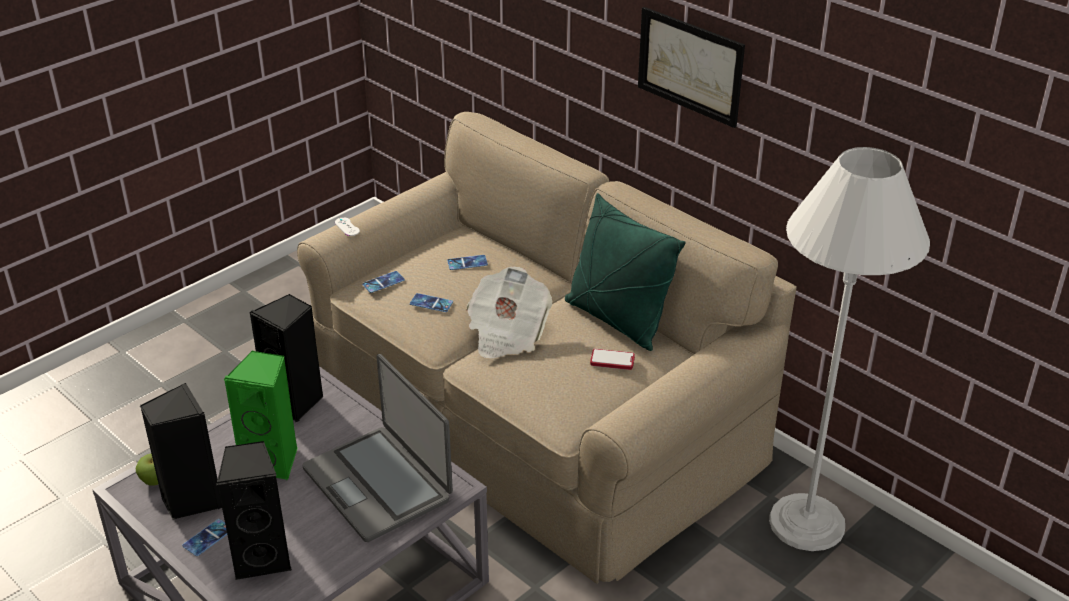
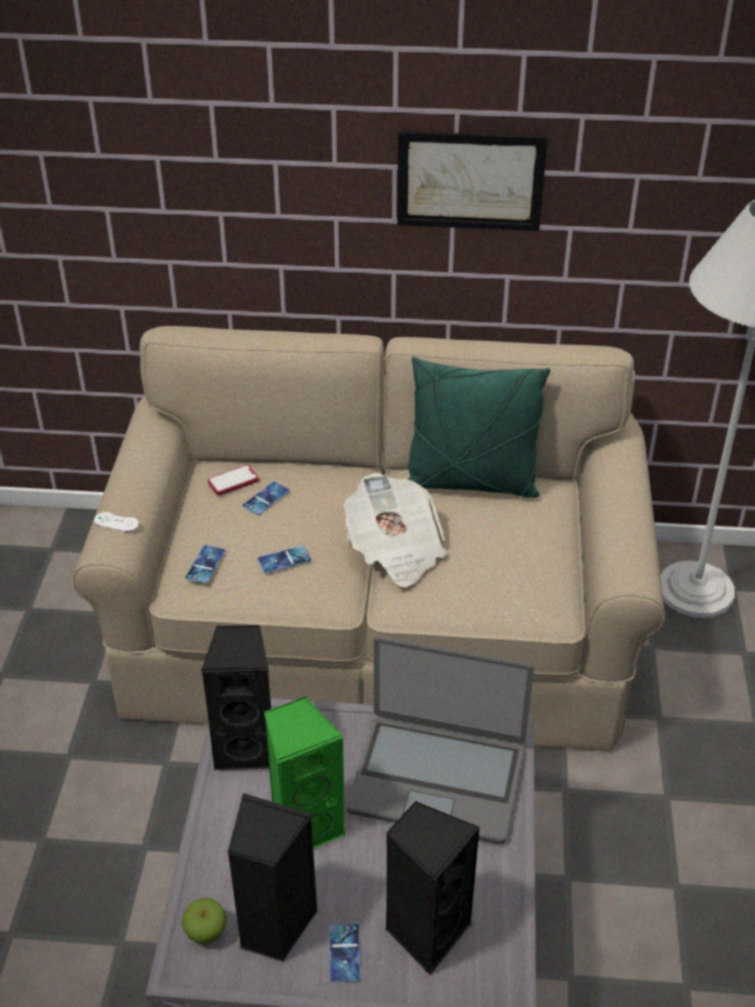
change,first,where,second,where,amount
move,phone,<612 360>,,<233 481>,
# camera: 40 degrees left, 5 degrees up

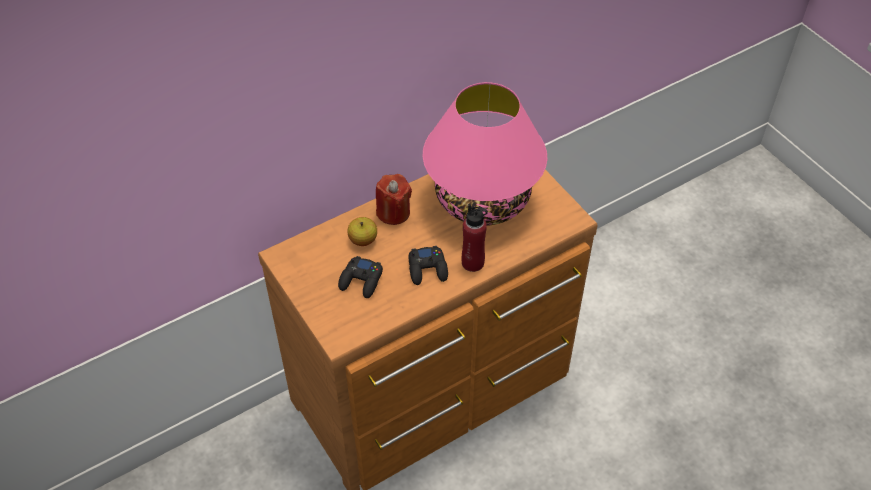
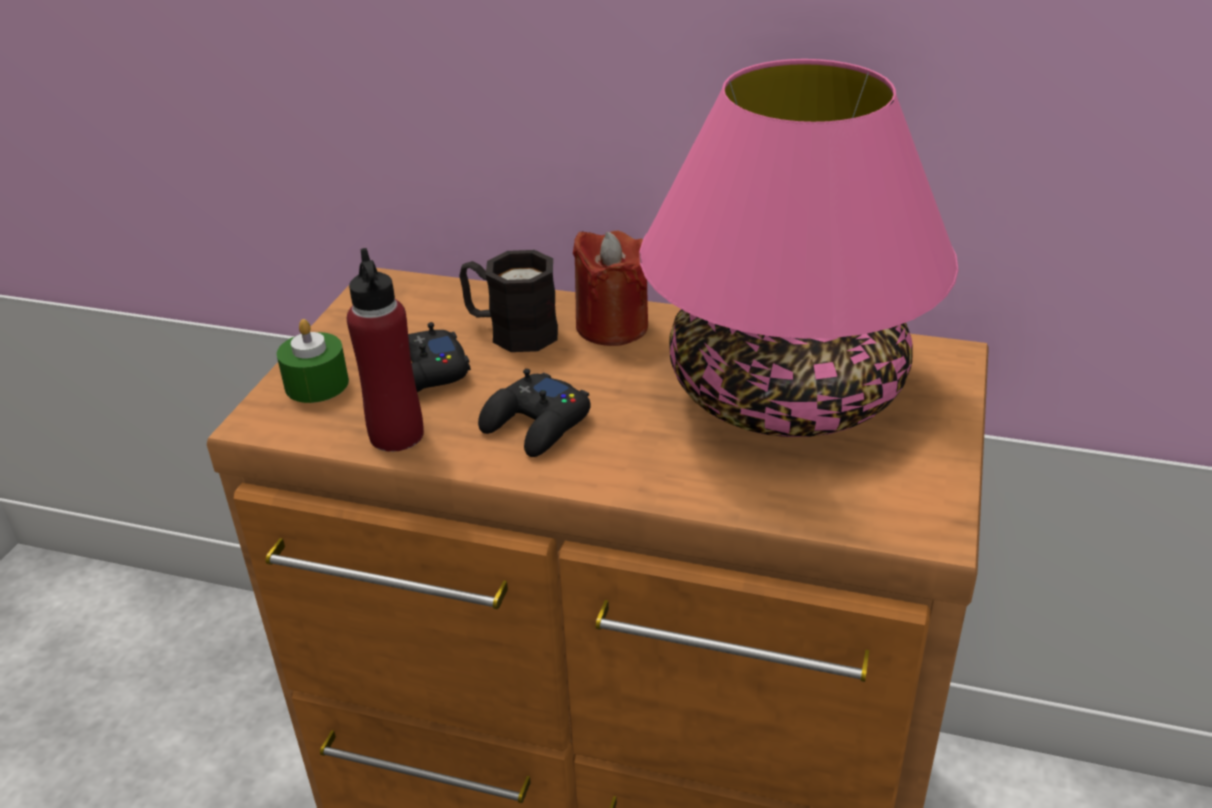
change,first,where,second,where,amount
replace,apple,<363 240>,black_mug,<511 331>,
move,red_bottle,<473 262>,,<396 435>,
insert,,,green_candle,<316 384>,
# camera: 50 degrees right, 15 degrees down

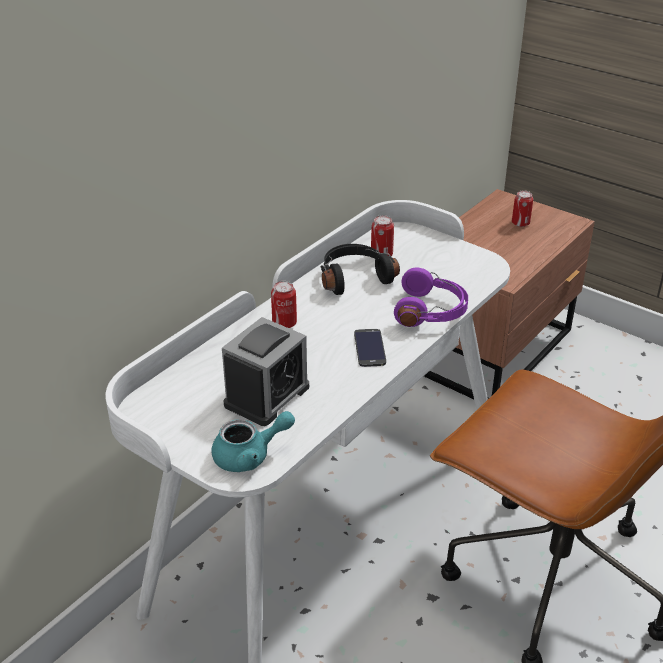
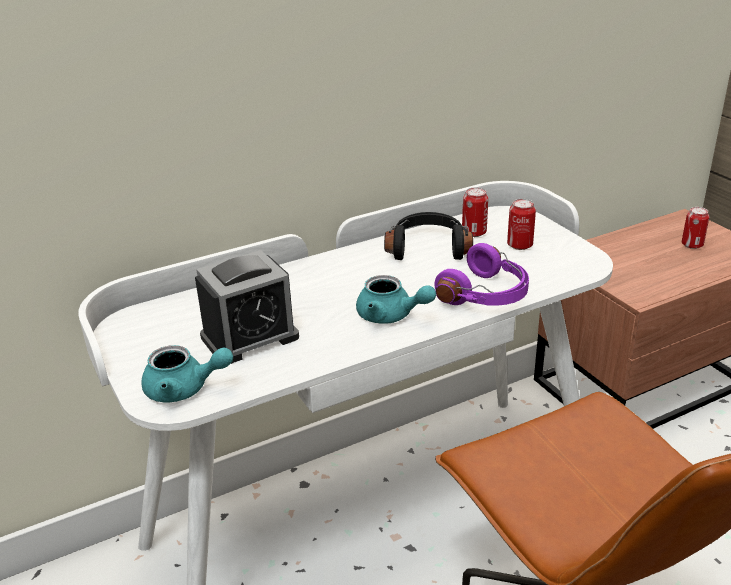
change,first,where,second,where,amount
move,can,<284 323>,,<519 245>,
replace,phone,<369 348>,turquoise_teapot,<391 316>,
# camera: 25 degrees right, 5 degrees down

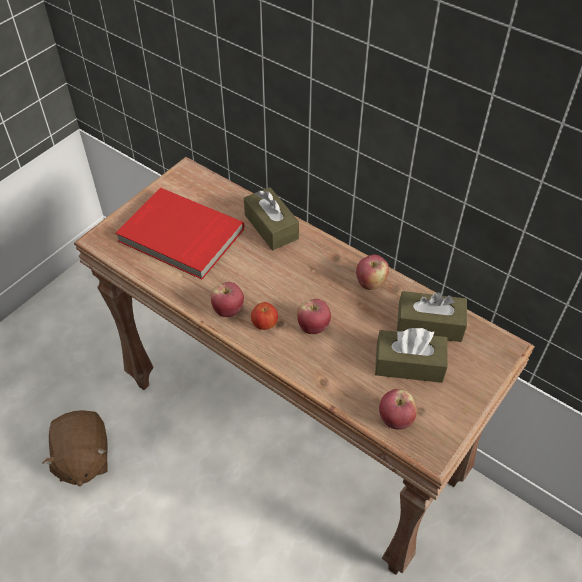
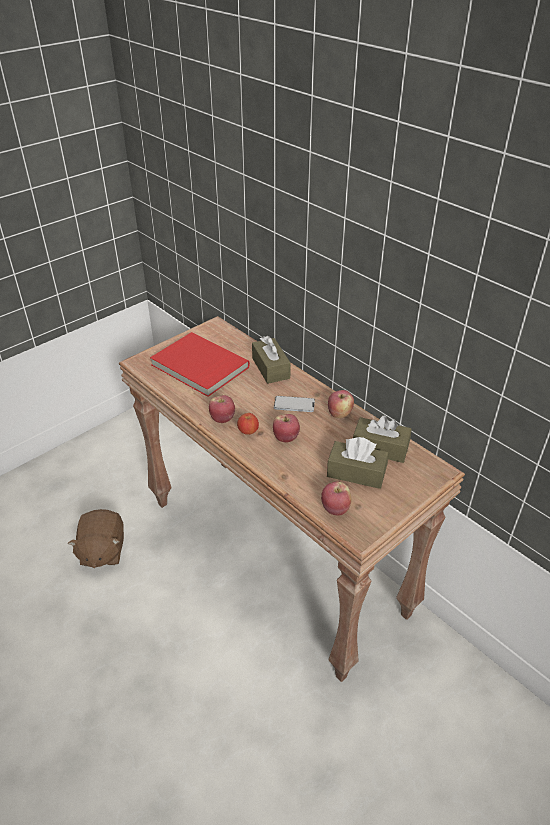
change,first,where,second,where,amount
insert,,,phone,<294 405>,
# camera: 10 degrees right, 10 degrees down

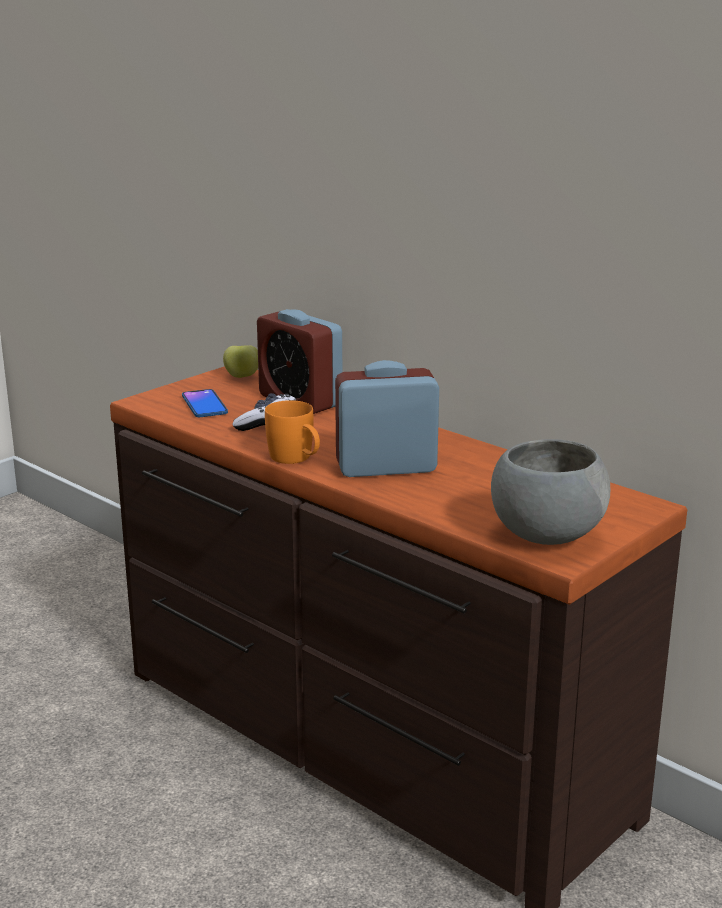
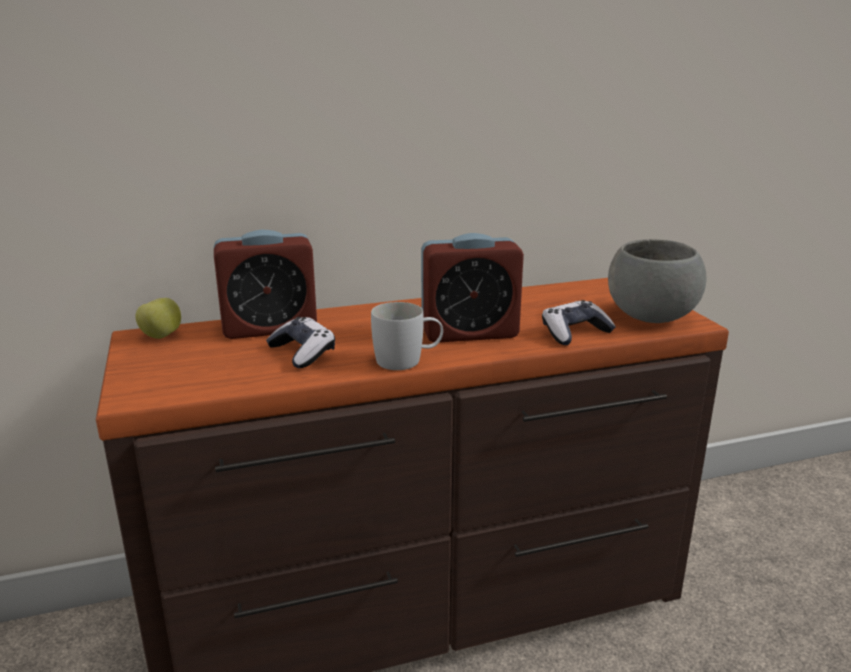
change,first,where,second,where,amount
delete,phone,<204 405>,,,
recolor,orange_mug,<296 459>,white_mug,<408 360>,
rotate,alarm_clock,<386 467>,,<469 333>,120 degrees counterclockwise
insert,,,game_controller,<575 333>,
# camera: 60 degrees left, 0 degrees up

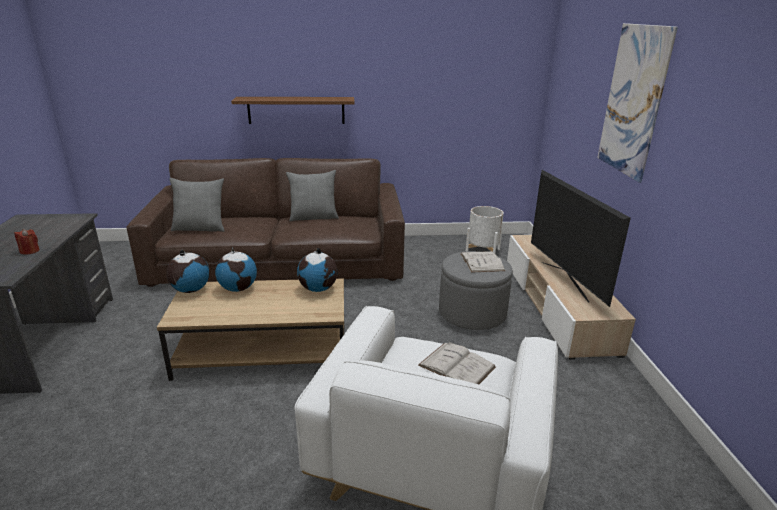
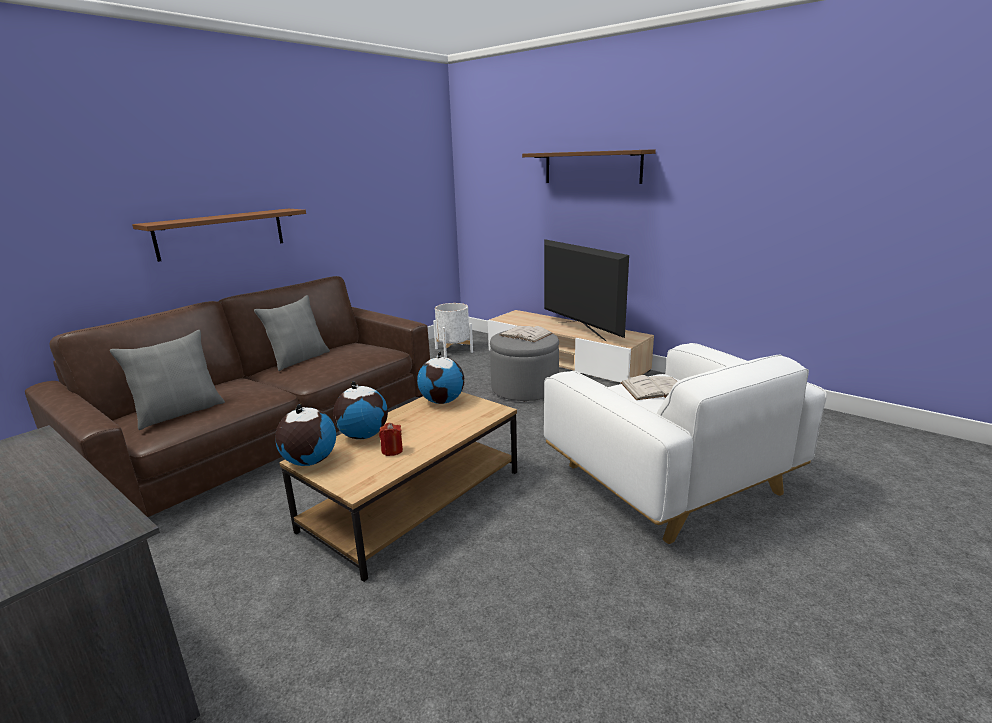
change,first,where,second,where,amount
move,red_candle,<30 251>,,<392 451>,
rotate,television,<565 281>,,<579 331>,150 degrees counterclockwise
replace,picture,<633 101>,brown_shelf,<592 167>,
# camera: 45 degrees left, 5 degrees down

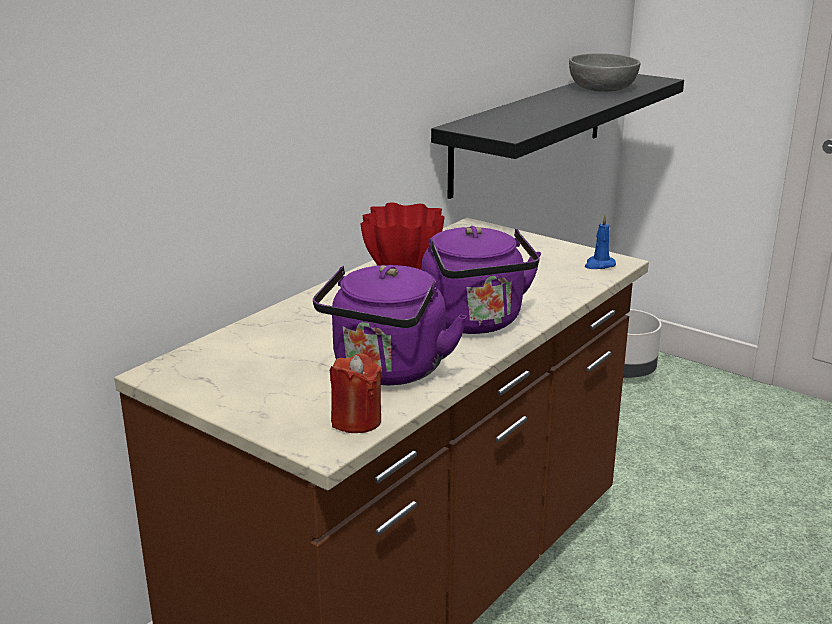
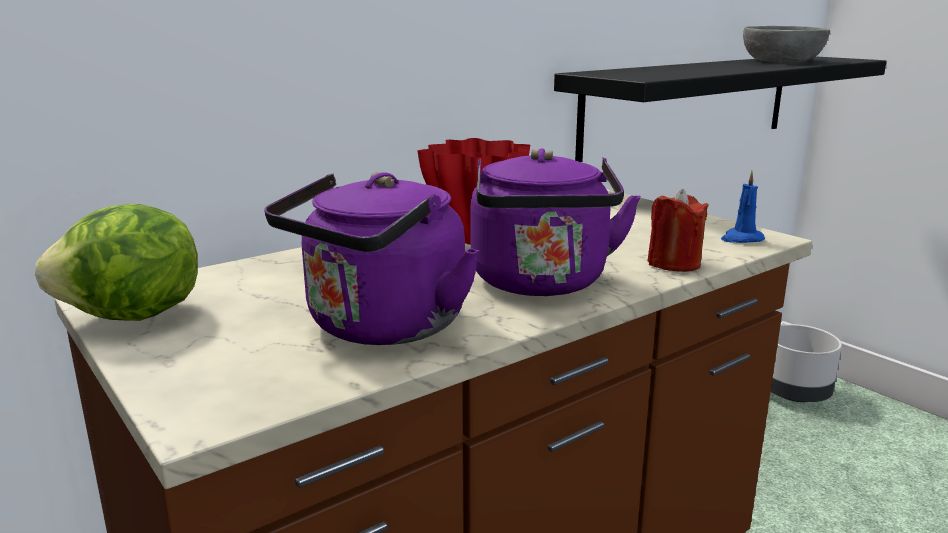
change,first,where,second,where,amount
move,red_candle,<356 421>,,<673 263>,
insert,,,lettuce,<134 317>,
# camera: 15 degrees right, 5 degrees down

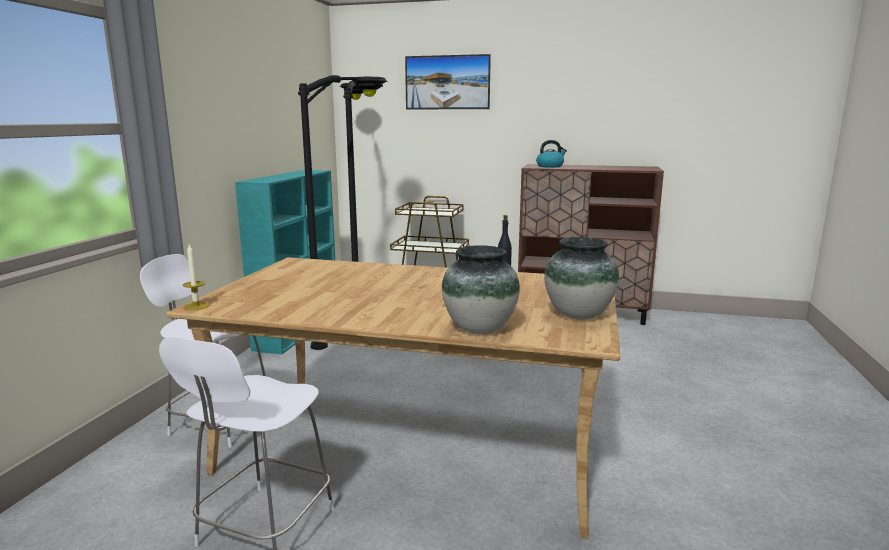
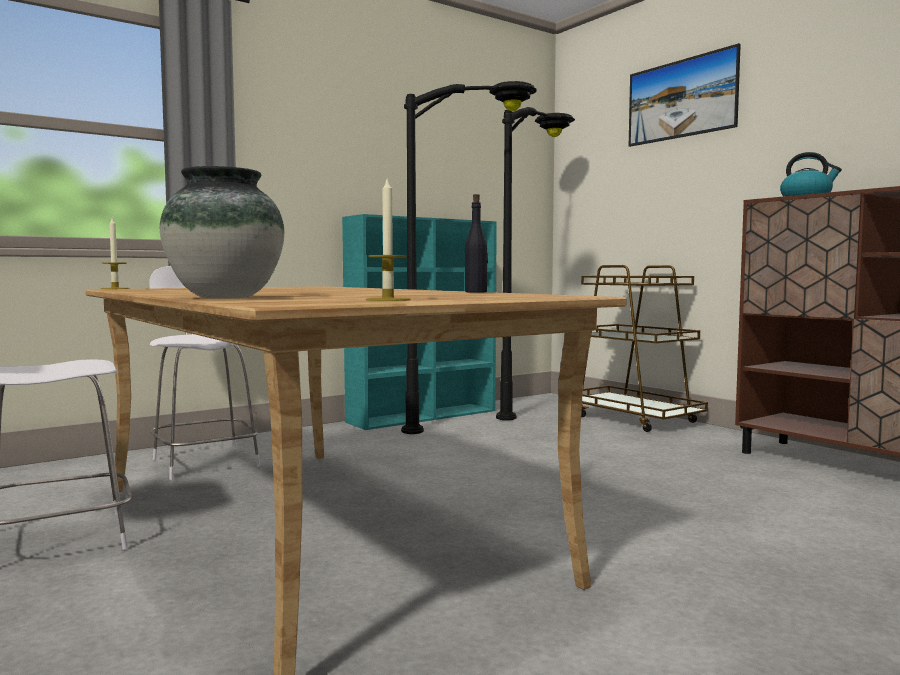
change,first,where,second,where,amount
replace,vase,<578 315>,candle,<388 300>,
# camera: 40 degrees right, 10 degrees down

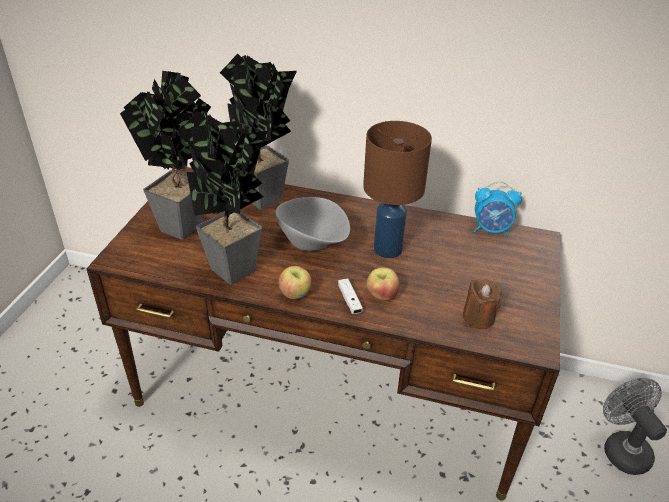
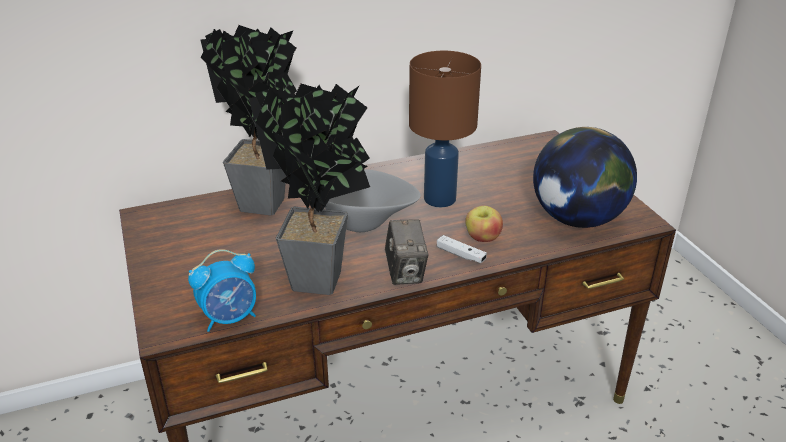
change,first,where,second,where,amount
delete,potted_plant,<188 225>,,,
replace,apple,<295 294>,photo_camera,<405 273>,
replace,brown_candle,<478 318>,globe,<577 219>,
move,alarm_clock,<491 230>,,<230 318>,
delete,grey_fan,<622 448>,,,
# camera: 35 degrees left, 5 degrees down

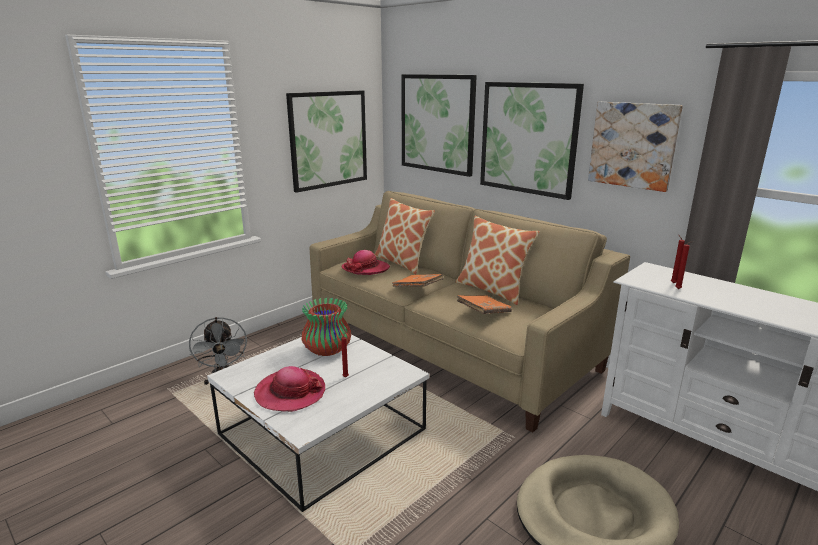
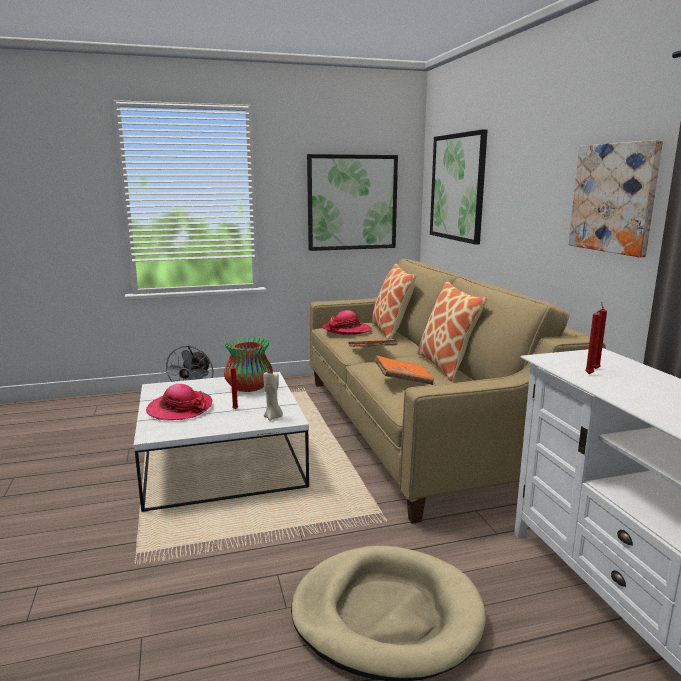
change,first,where,second,where,amount
delete,picture,<528 138>,,,
insert,,,beige_candle,<273 417>,
# camera: 30 degrees right, 5 degrees down

